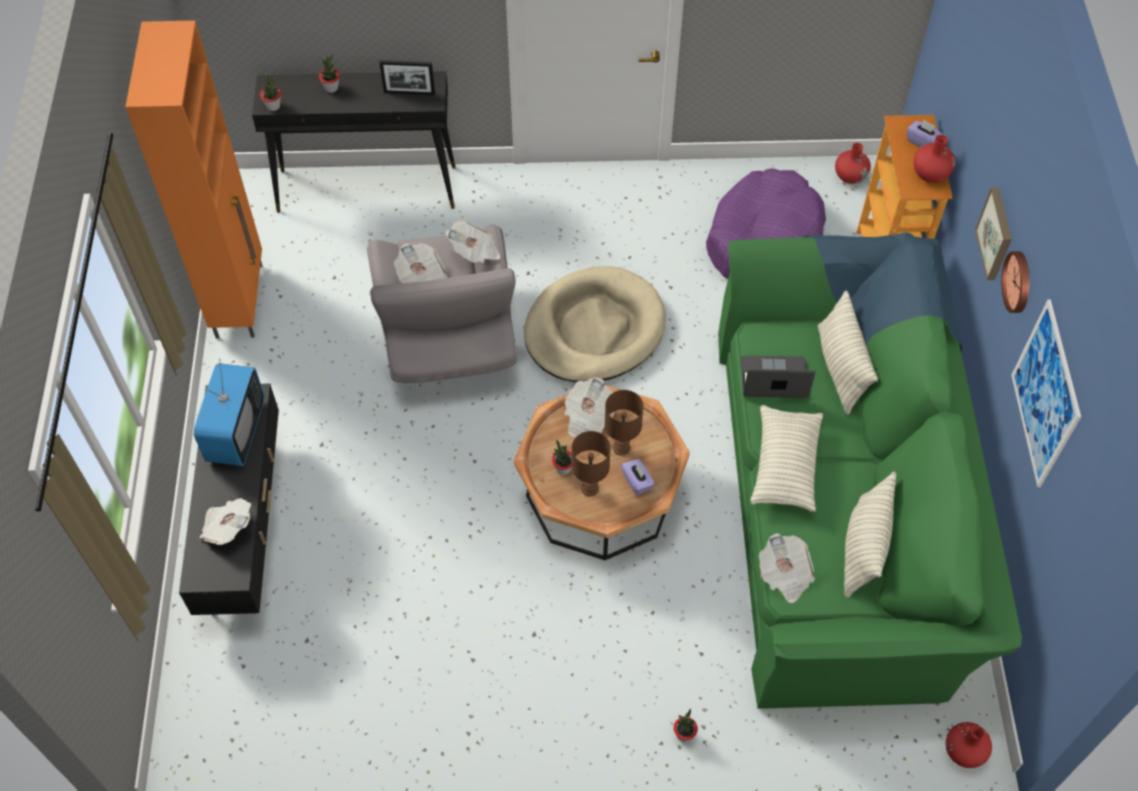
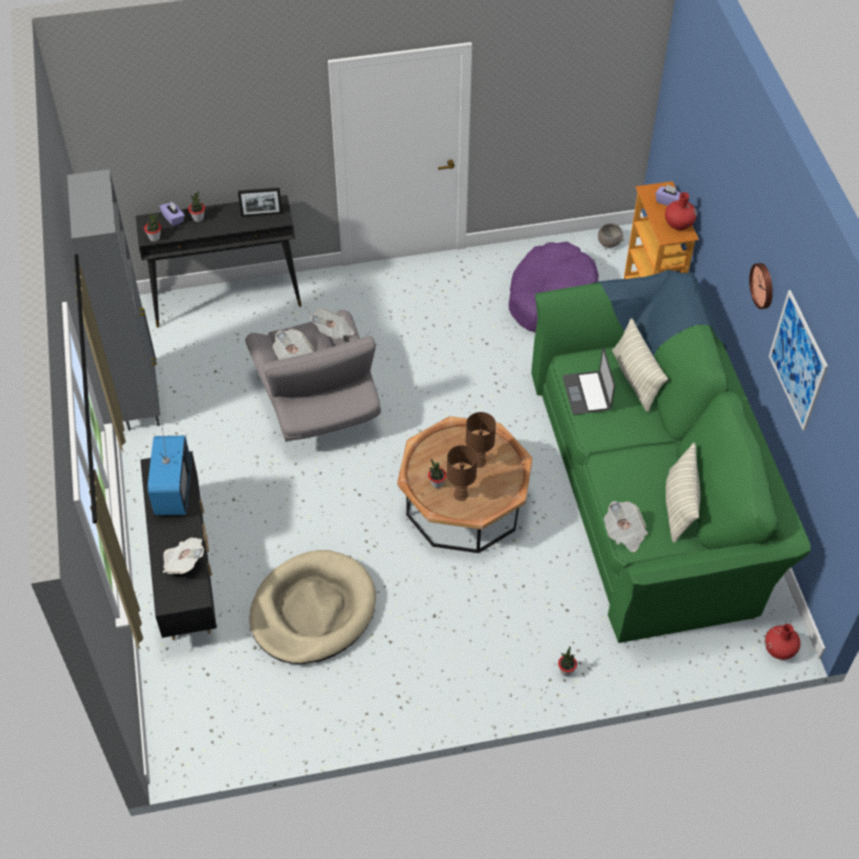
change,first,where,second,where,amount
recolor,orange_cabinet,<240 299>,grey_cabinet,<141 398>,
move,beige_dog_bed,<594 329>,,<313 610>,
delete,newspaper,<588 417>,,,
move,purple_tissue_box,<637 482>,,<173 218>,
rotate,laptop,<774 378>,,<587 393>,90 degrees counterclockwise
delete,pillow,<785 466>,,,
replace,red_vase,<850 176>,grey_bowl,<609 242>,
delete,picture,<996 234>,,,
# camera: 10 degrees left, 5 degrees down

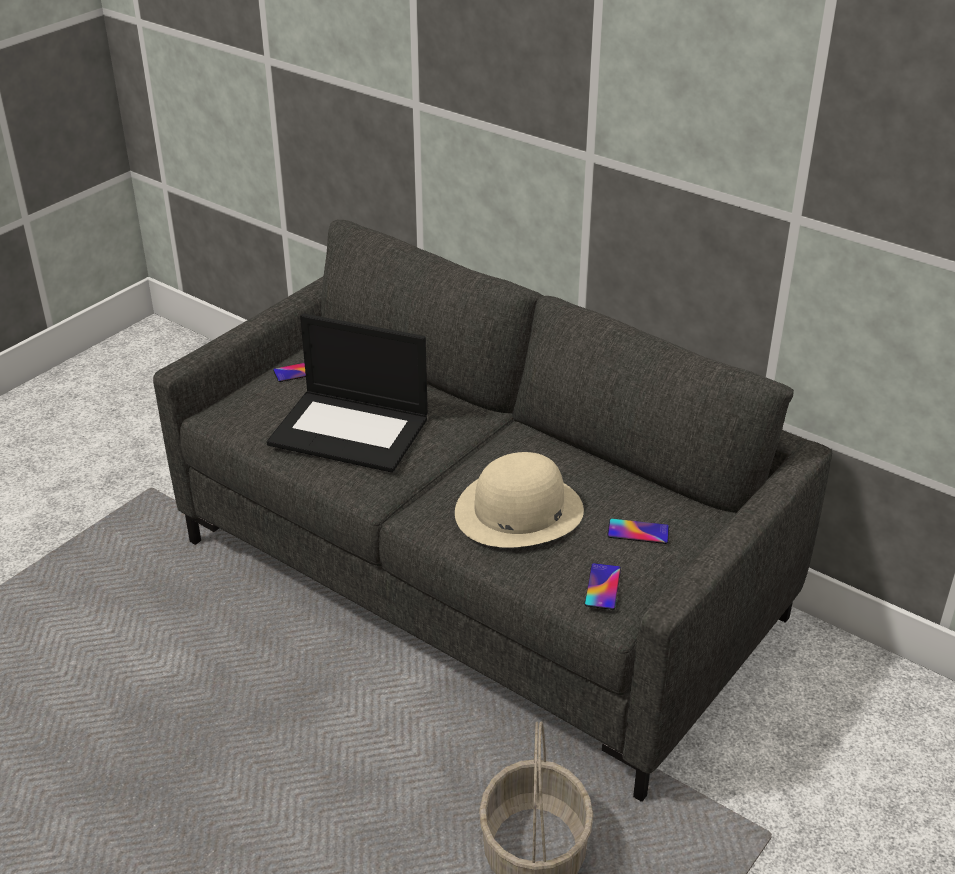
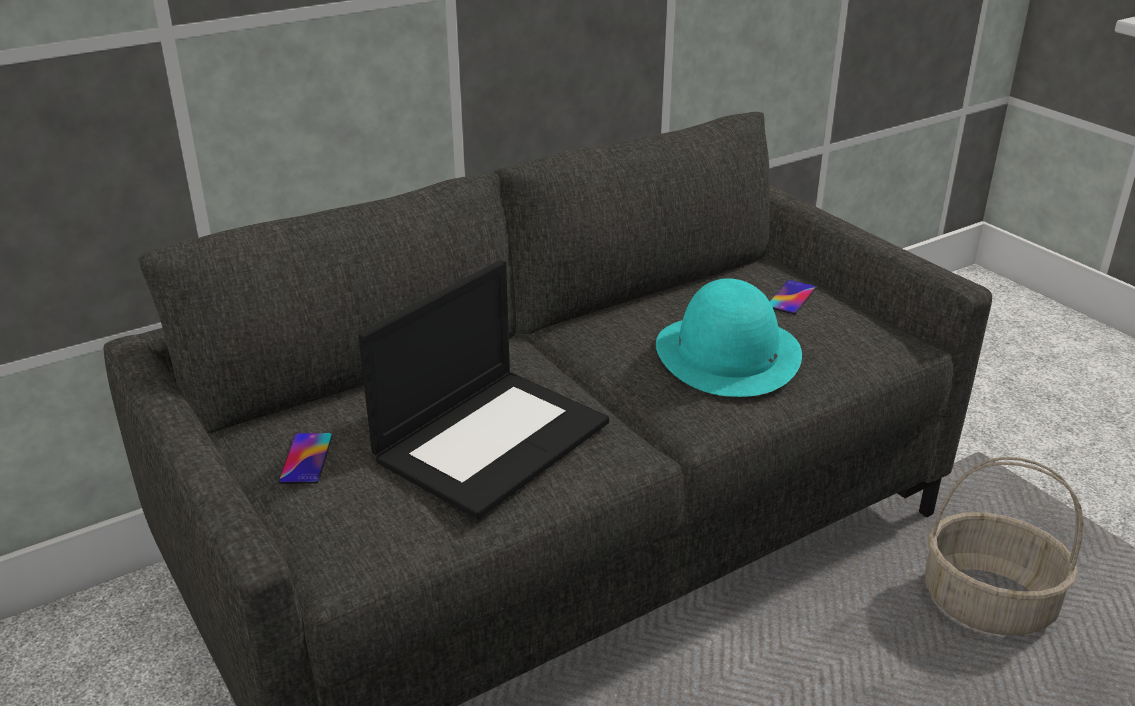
change,first,where,second,where,amount
recolor,beige_hat,<518 511>,turquoise_hat,<728 354>,
delete,phone,<603 587>,,,
# camera: 70 degrees left, 5 degrees down

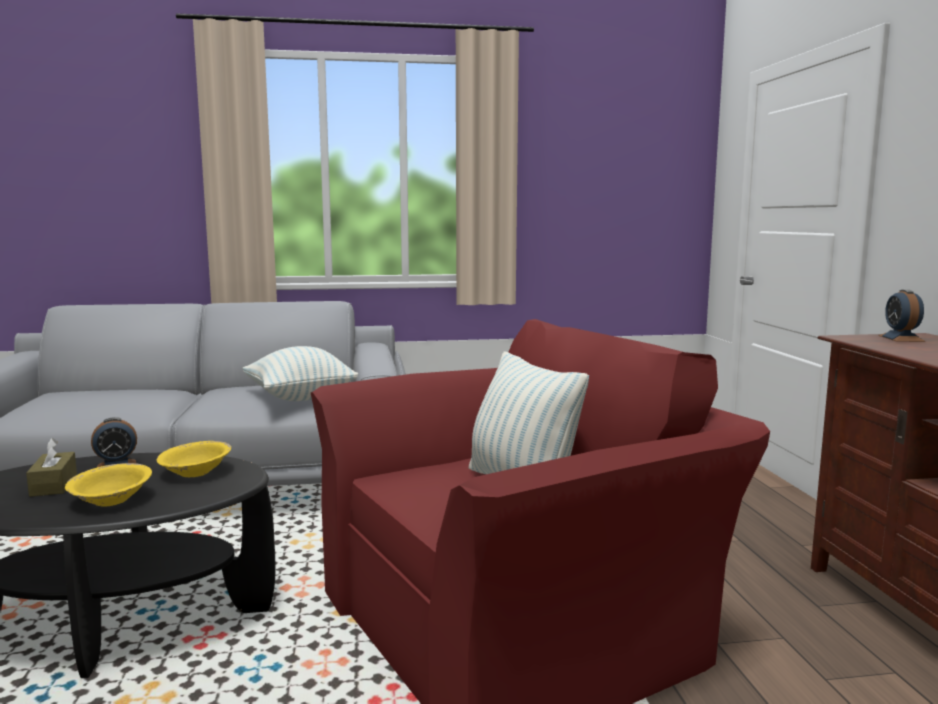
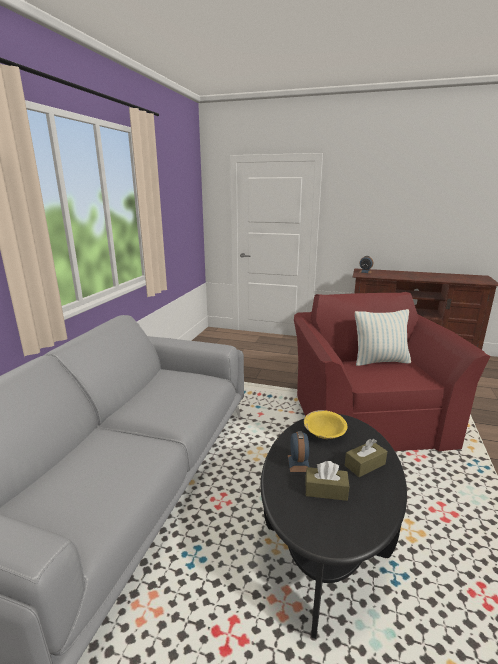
change,first,where,second,where,amount
replace,yellow_bowl,<111 500>,brown_tissue_box,<365 465>,
delete,pillow,<300 397>,,,
# camera: 65 degrees left, 10 degrees up

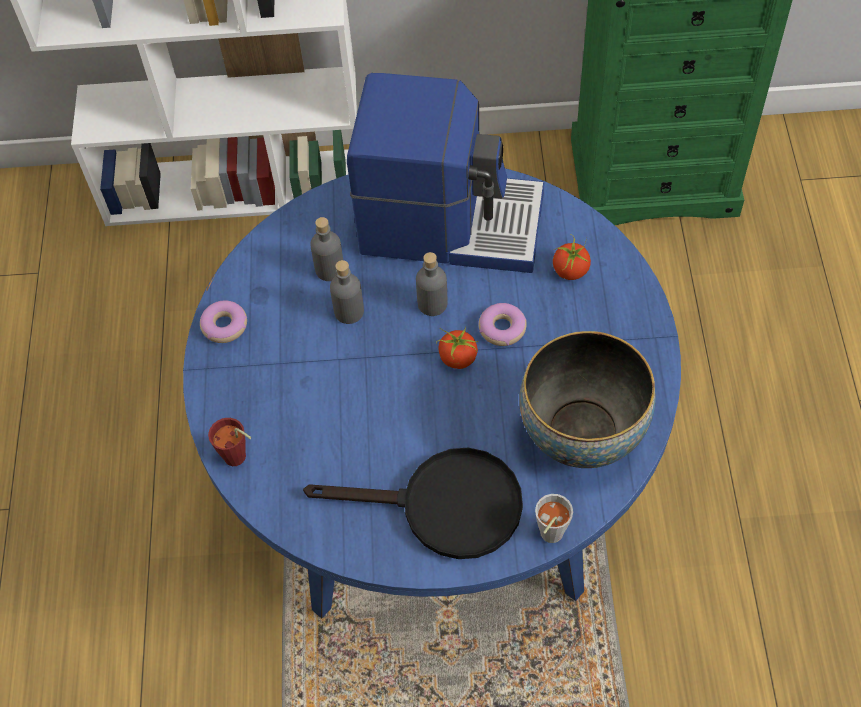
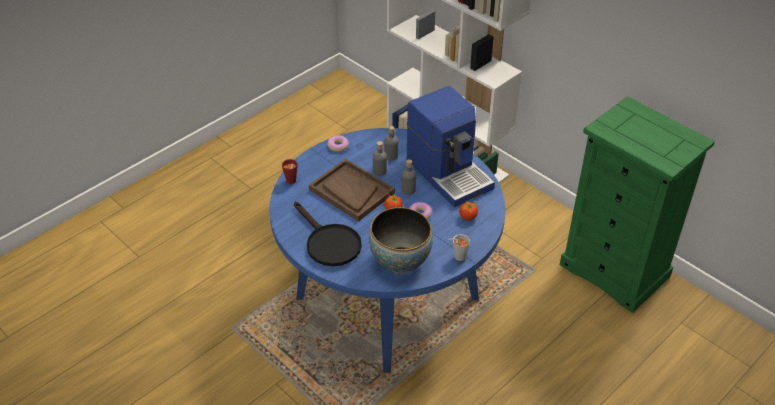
change,first,where,second,where,amount
move,grey_cup,<548 536>,,<457 257>,
insert,,,brown_tray,<351 191>,
# camera: 45 degrees right, 15 degrees down

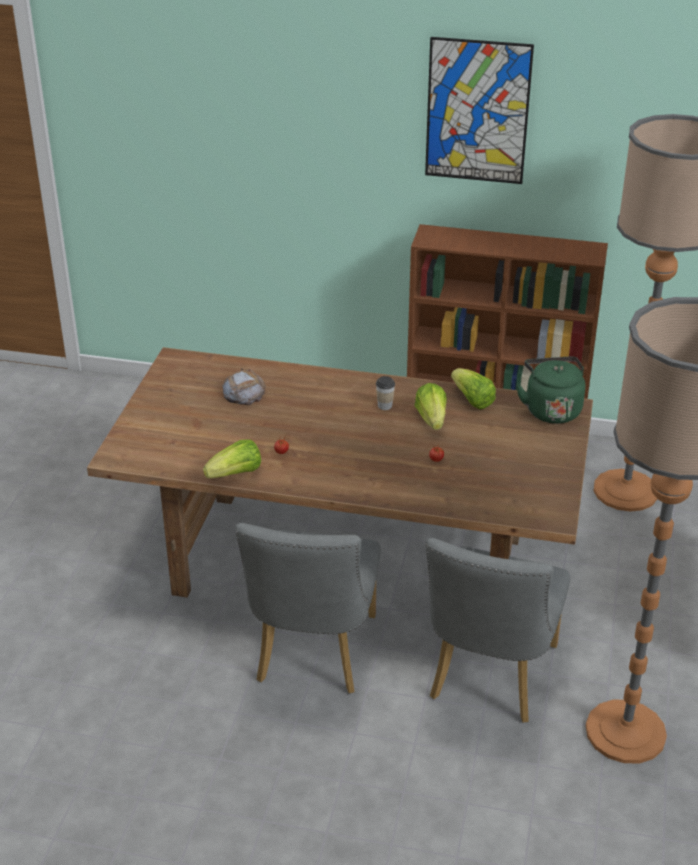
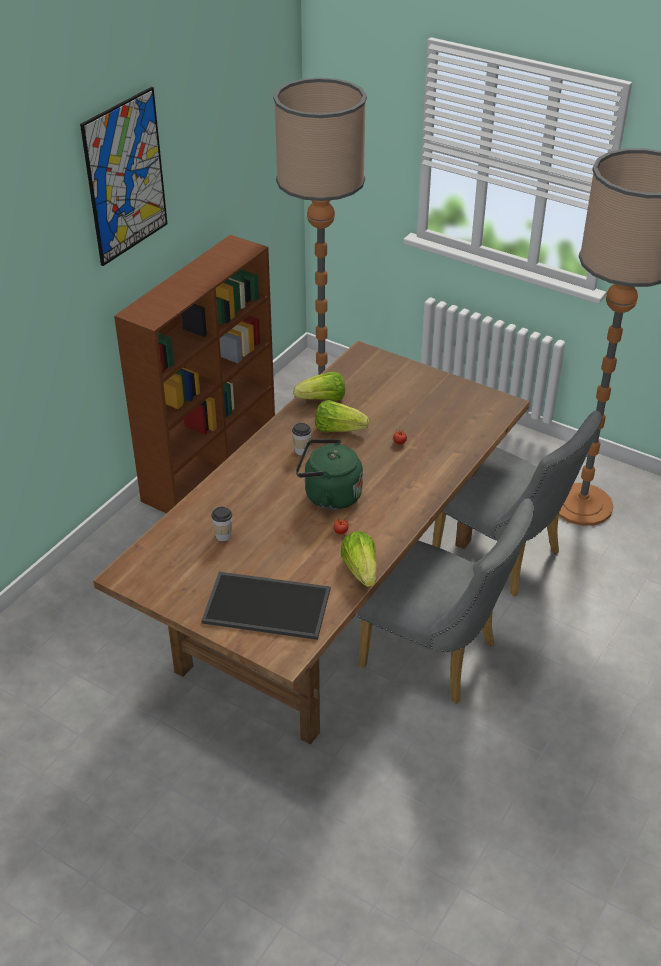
change,first,where,second,where,amount
replace,bread,<243 392>,cup,<223 536>,
move,green_kettle,<551 409>,,<329 495>,
insert,,,tray,<268 604>,
# camera: 70 degrees left, 5 degrees up

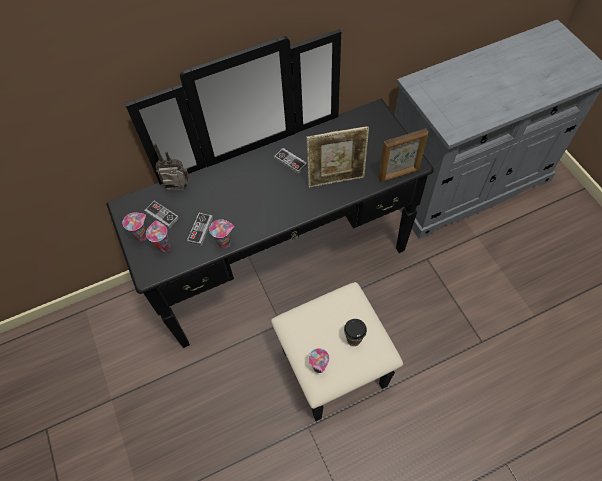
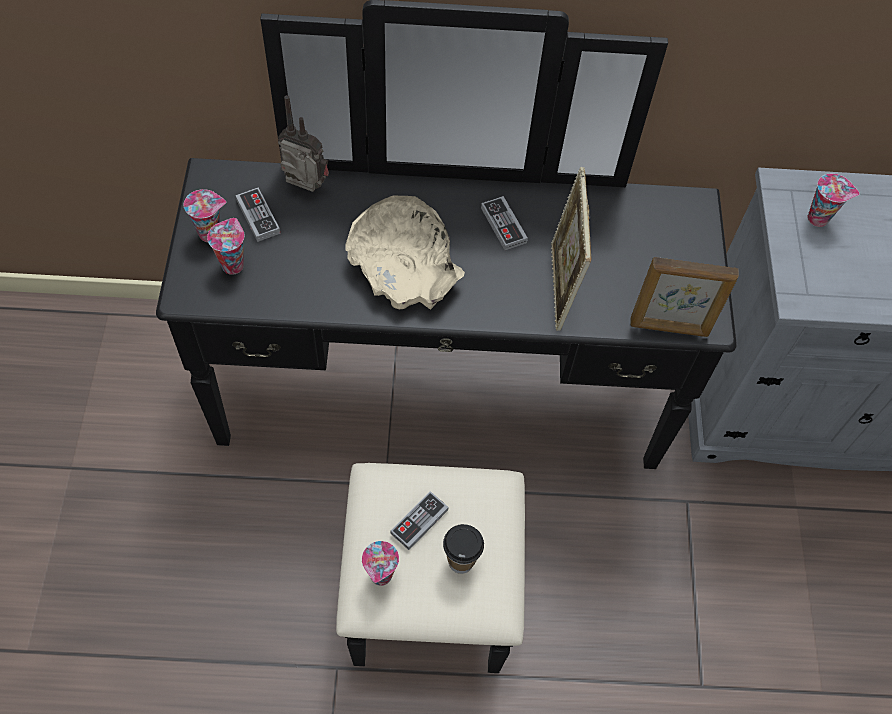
change,first,where,second,where,amount
move,game_controller,<200 230>,,<419 521>,
move,cup,<225 242>,,<819 218>,
rotate,picture_frame,<336 179>,,<560 287>,75 degrees clockwise
insert,,,beige_bowl,<404 265>,
# camera: 20 degrees right, 0 degrees up

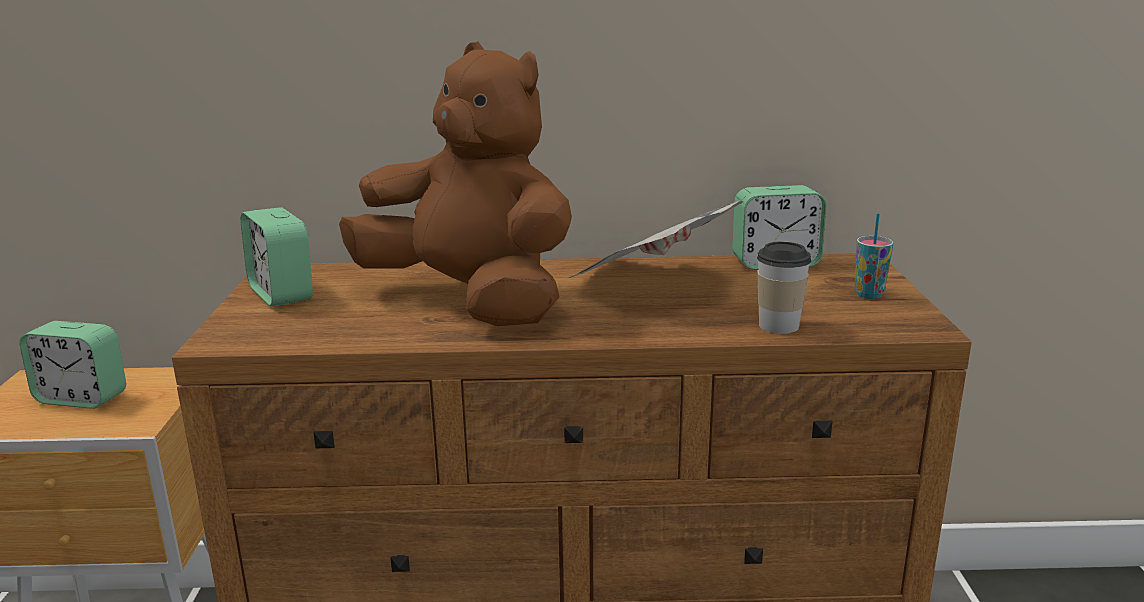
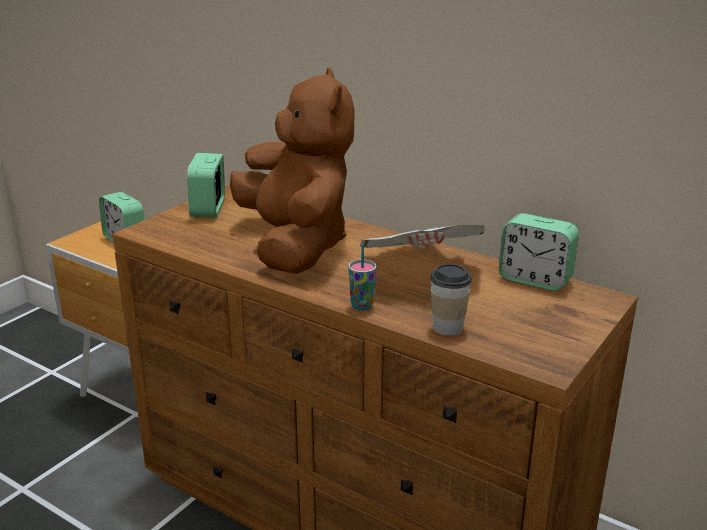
change,first,where,second,where,amount
move,cup,<868 294>,,<362 306>,
# camera: 35 degrees right, 5 degrees up

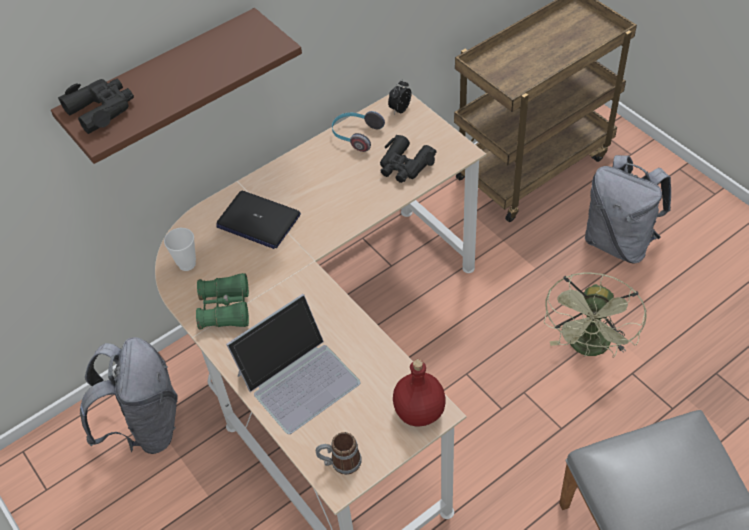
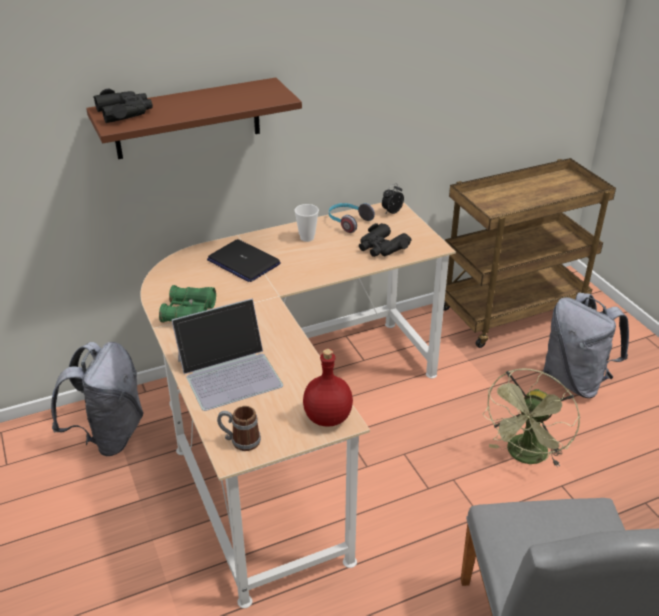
change,first,where,second,where,amount
move,cup,<187 264>,,<307 238>,
# camera: 10 degrees right, 15 degrees down

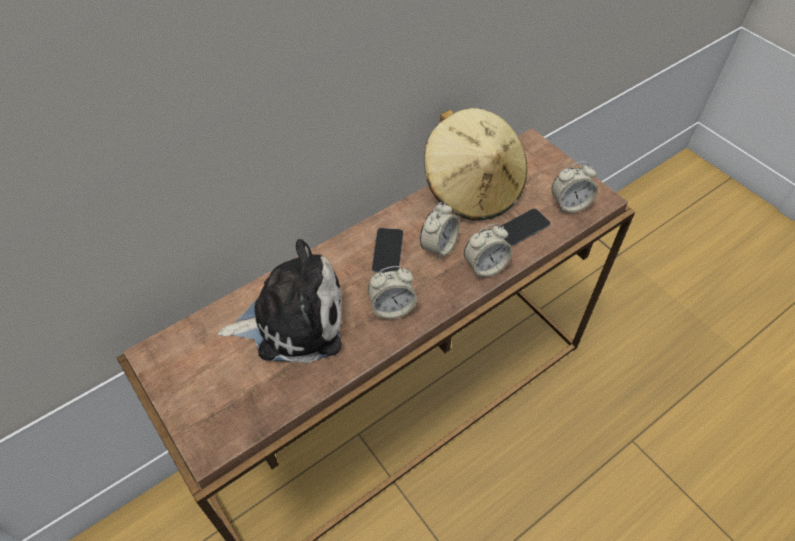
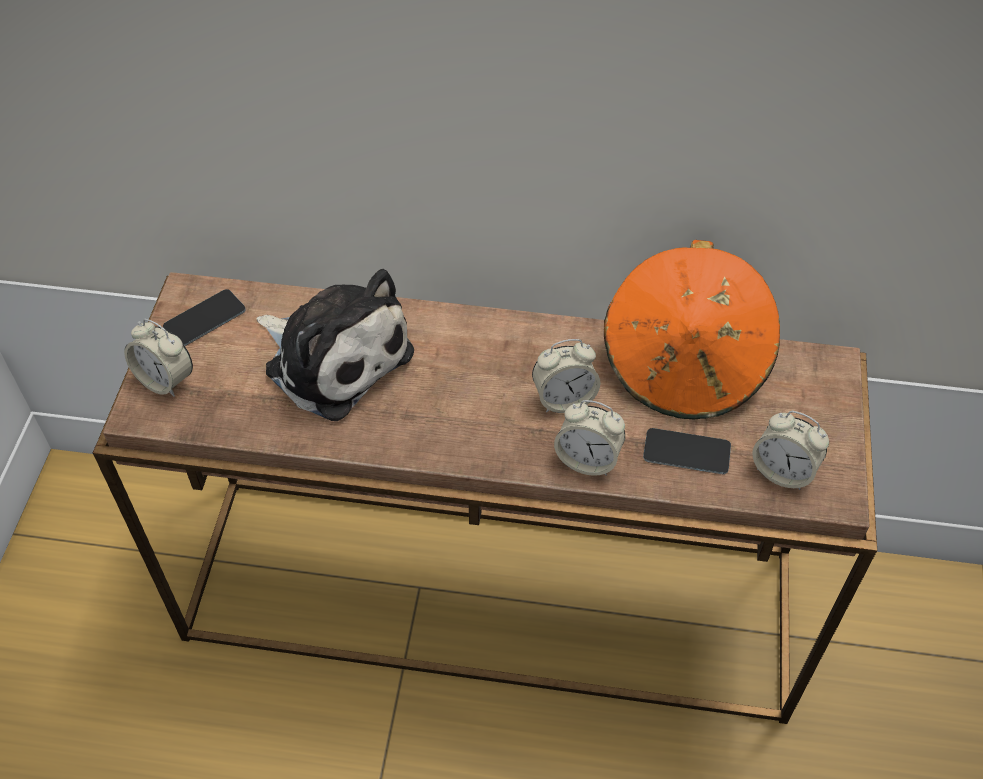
change,first,where,second,where,amount
move,alarm_clock,<392 308>,,<165 380>,
move,phone,<387 251>,,<204 318>,
recolor,beige_hat,<473 189>,orange_hat,<685 366>,
# camera: 45 degrees right, 0 degrees up

